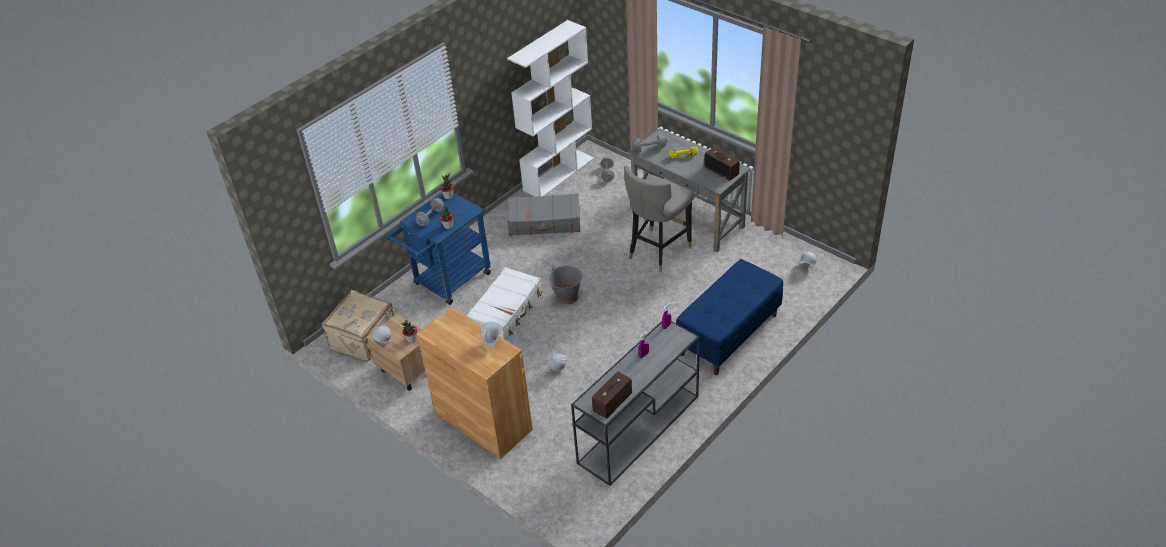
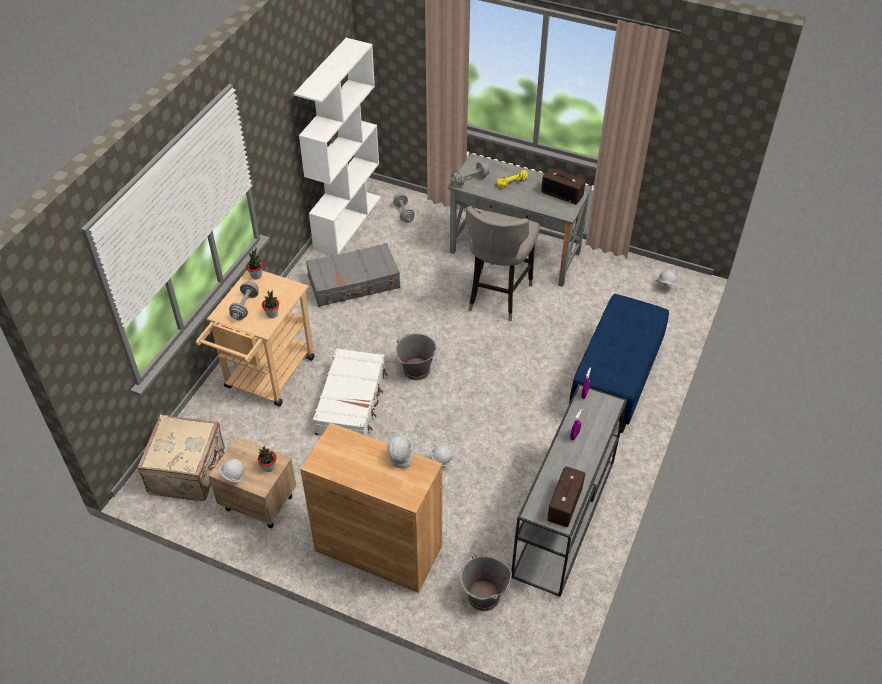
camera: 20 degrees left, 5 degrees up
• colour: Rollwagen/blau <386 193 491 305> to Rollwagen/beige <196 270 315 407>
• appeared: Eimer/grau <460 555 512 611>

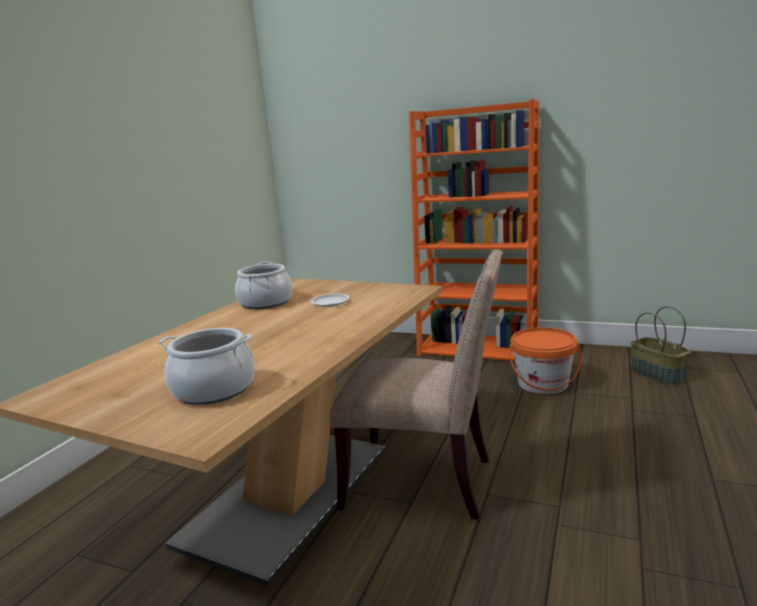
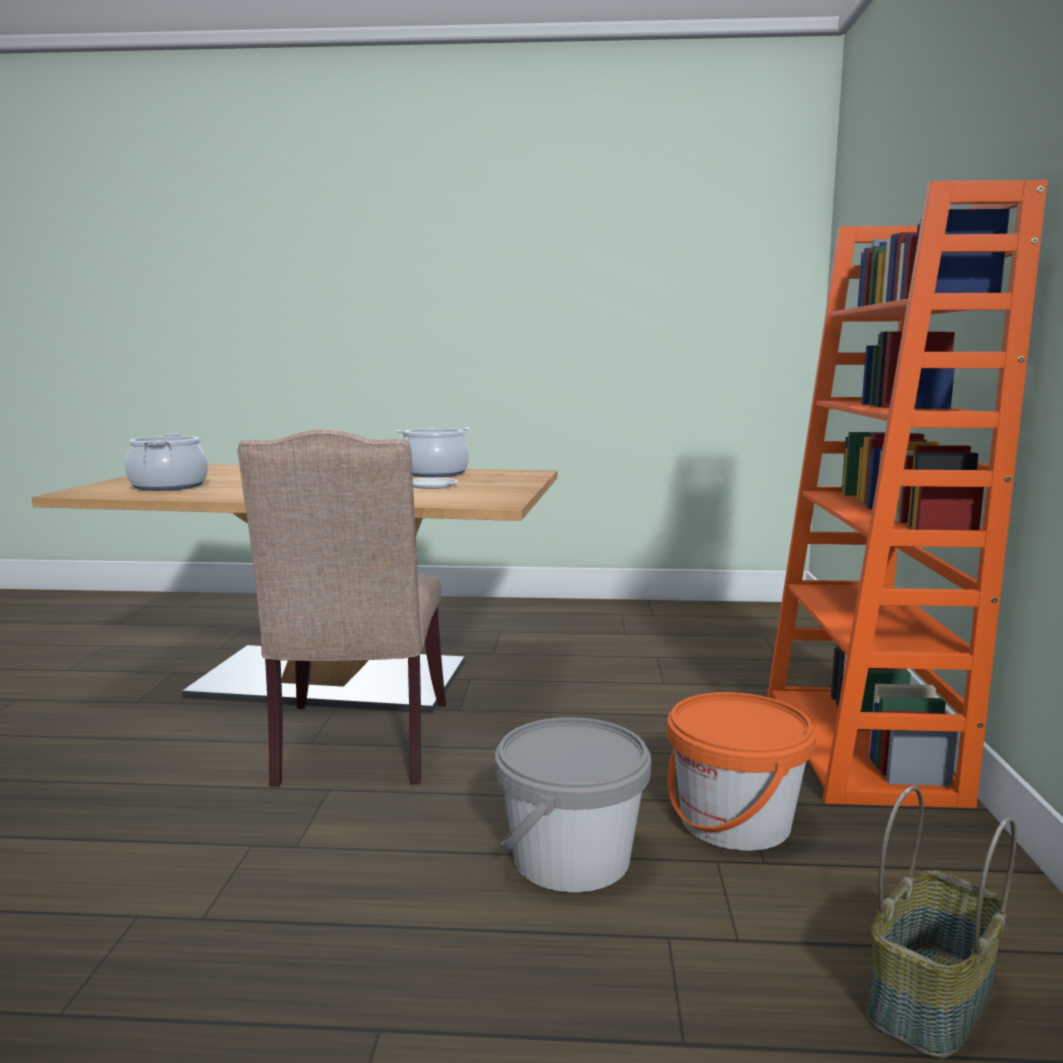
camera: 70 degrees right, 5 degrees down
• appeared: Eimer/grau <495 717 651 893>

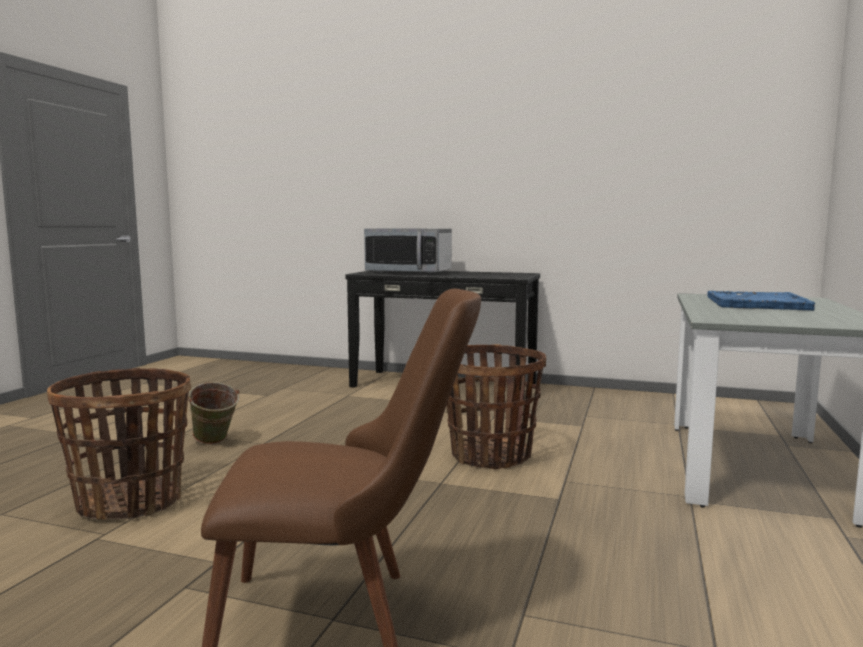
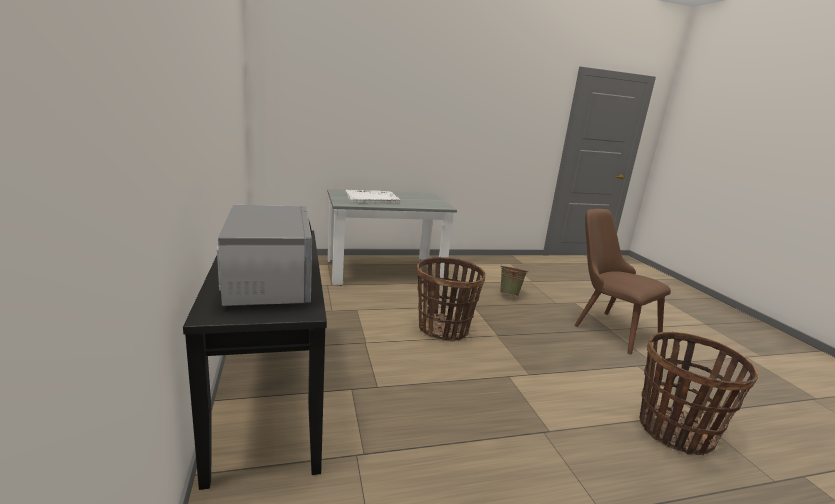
camera: 125 degrees left, 10 degrees up
• relocated: Eimer/grün <188 382 240 445> to <500 265 528 296>
• colour: Tablett/blau <708 291 815 310> to Tablett/weiß <345 190 400 204>

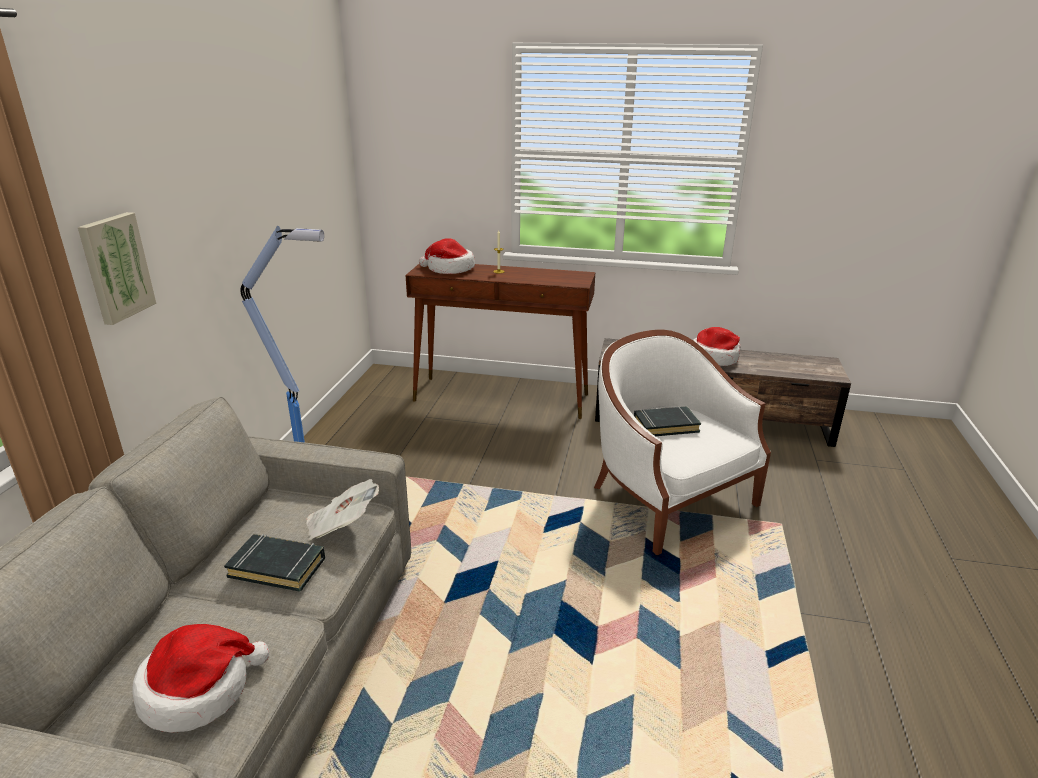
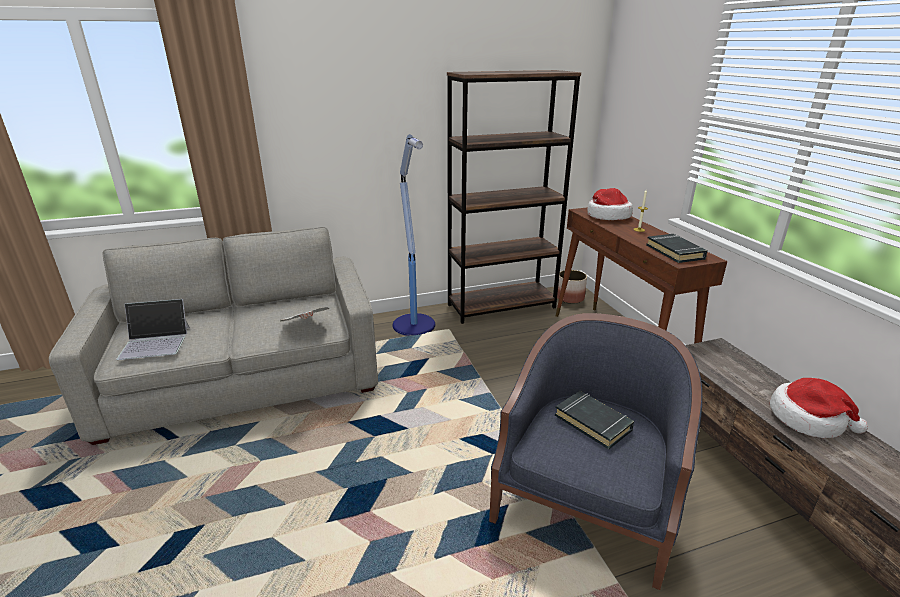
camera: 60 degrees right, 0 degrees up
• missing: Bild <78 212 157 325>
• exchanged: Hut <132 624 269 733> to Laptop <116 299 190 360>
• relocated: Buch/schwarz <224 534 325 592> to <646 234 708 263>
• colour: Sessel/weiß <594 330 771 555> to Sessel/blau <489 313 702 590>
• appeared: Bücherregal/braun <447 70 581 324>
• appeared: Pflanzkübel <557 270 587 304>

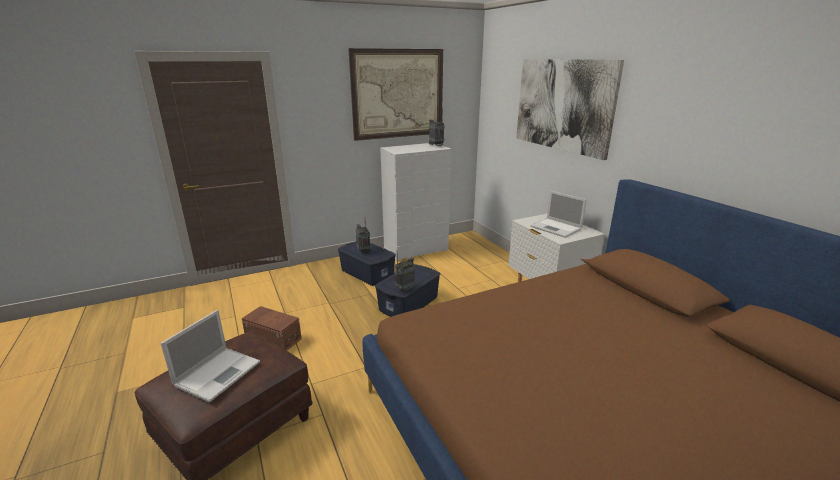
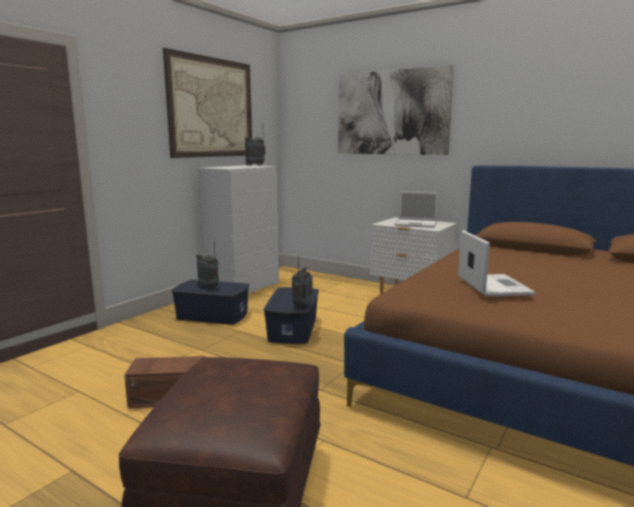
camera: 30 degrees left, 10 degrees down
• relocated: Laptop <160 310 260 403> to <458 230 536 296>

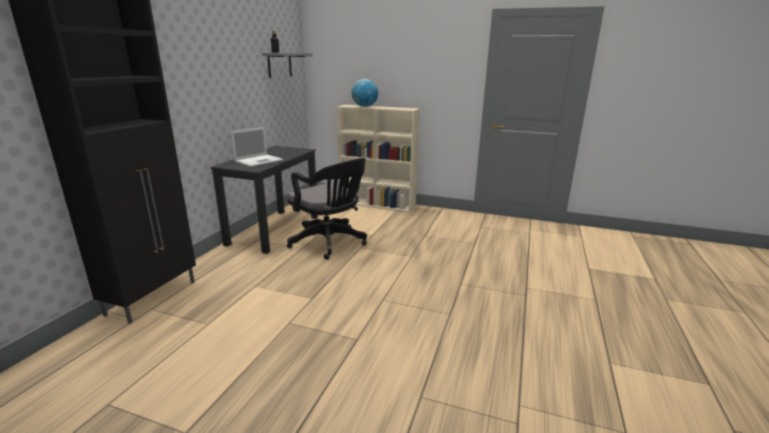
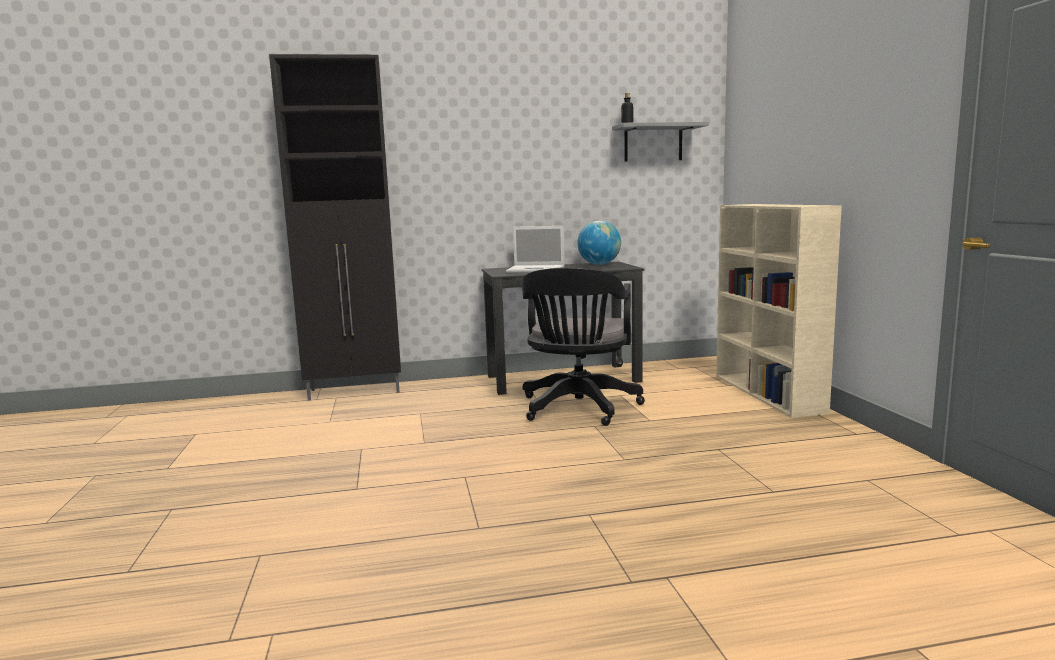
camera: 60 degrees right, 10 degrees down
• relocated: Globus <352 79 378 107> to <577 221 621 265>

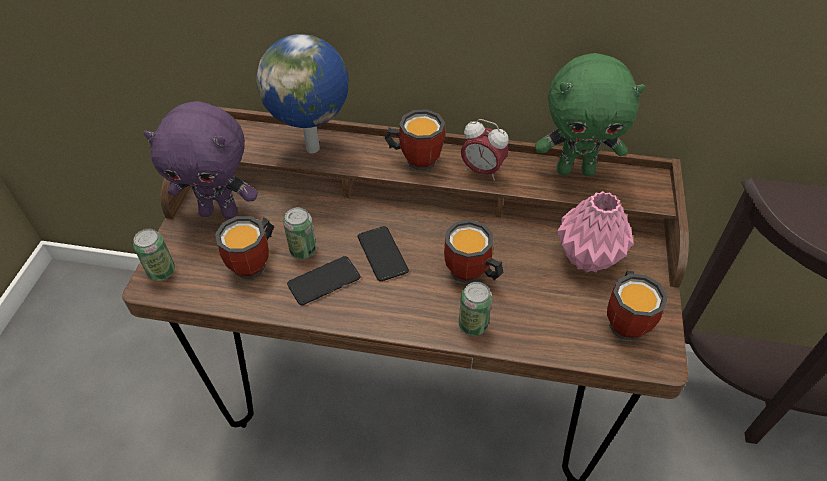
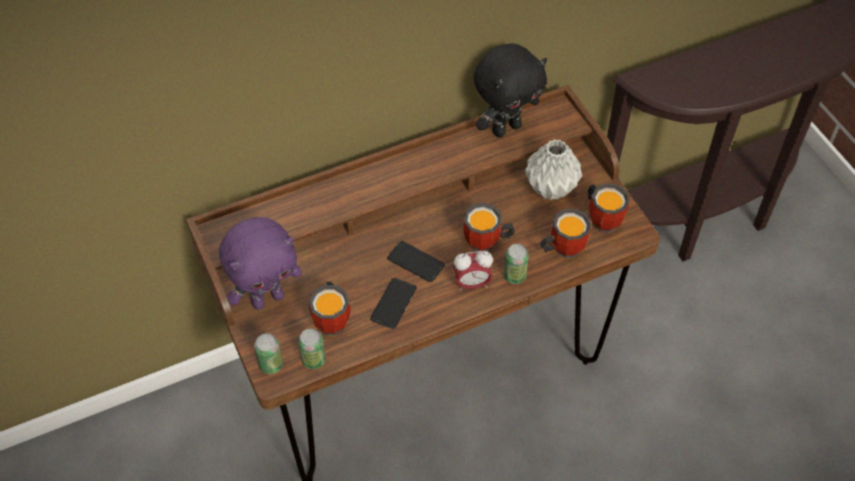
camera: 35 degrees left, 5 degrees up
• missing: Globus <256 34 349 153>
• relocated: Dose <283 207 317 259> to <298 329 326 369>
• relocated: Henkelbecher <384 109 445 171> to <540 209 591 258>
• relocated: Wecker <461 119 509 181> to <453 251 493 291>
• colour: Plüschtier/grün <535 53 645 176> to Plüschtier/schwarz <474 43 547 137>
• colour: Vase/rosa <557 191 634 272> to Vase/grau <525 139 582 200>

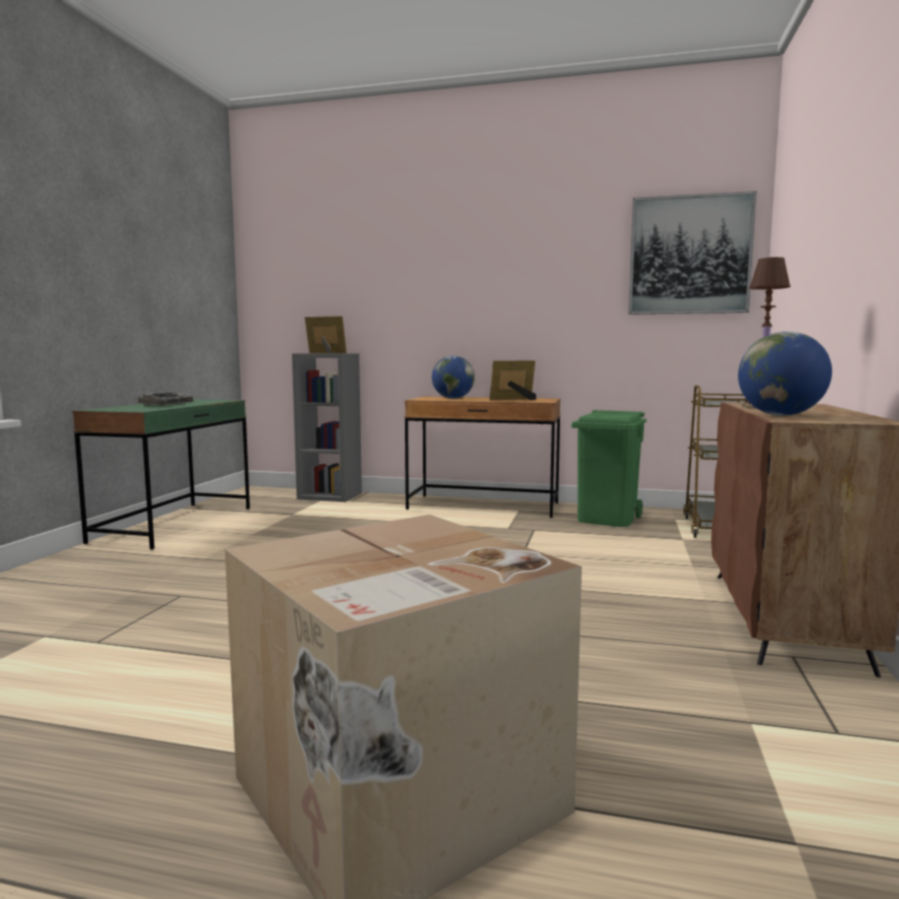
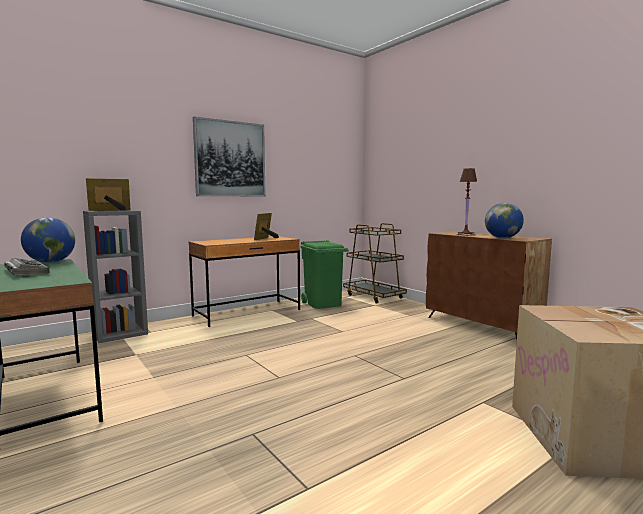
camera: 50 degrees left, 0 degrees up
• relocated: Globus <432 356 475 399> to <21 217 75 263>
• relocated: Bild <629 191 756 315> to <193 117 265 196>

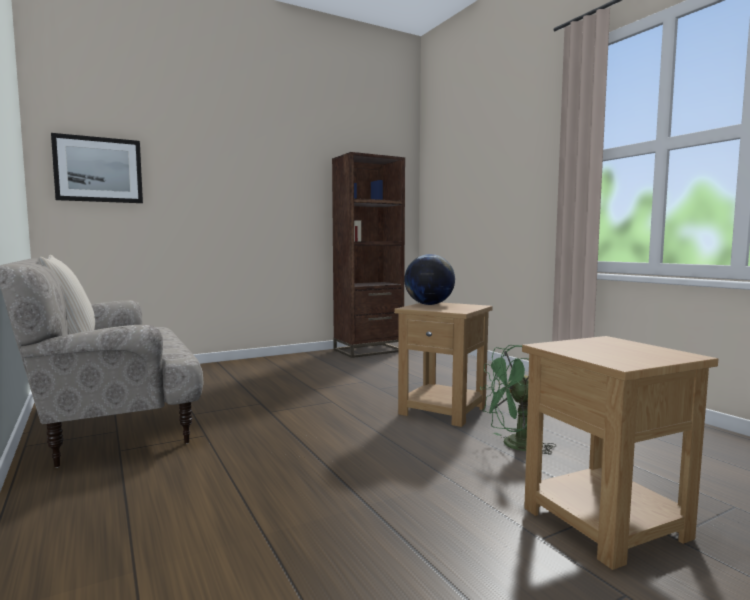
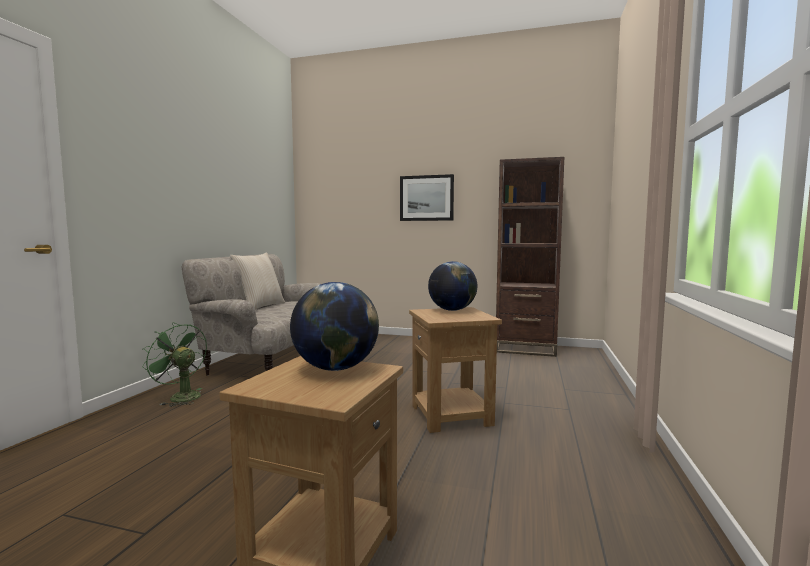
camera: 45 degrees right, 0 degrees up
• relocated: Bild <51 133 143 203> to <400 174 454 221>
• relocated: Ventilator/grün <480 345 556 455> to <142 322 207 407>
• appeared: Globus <290 282 379 371>

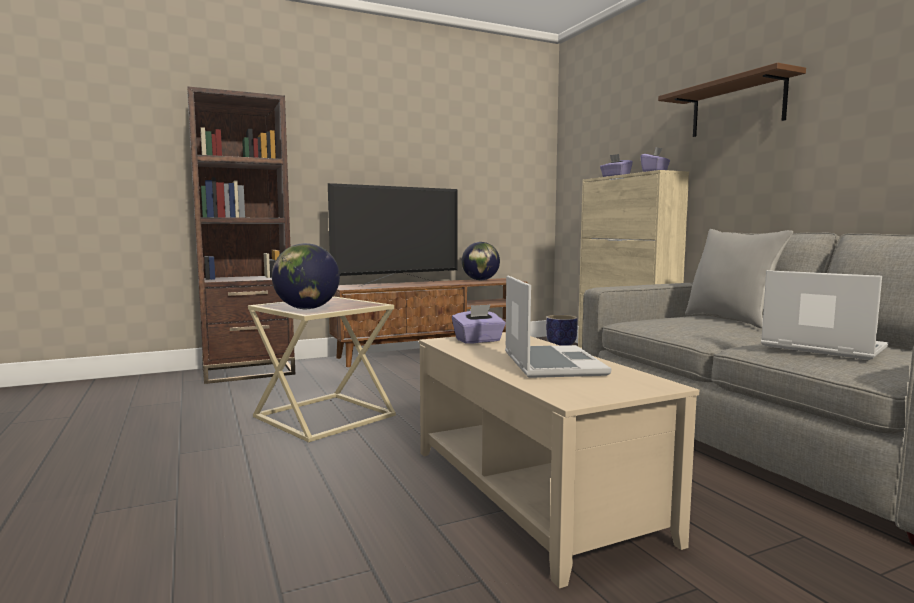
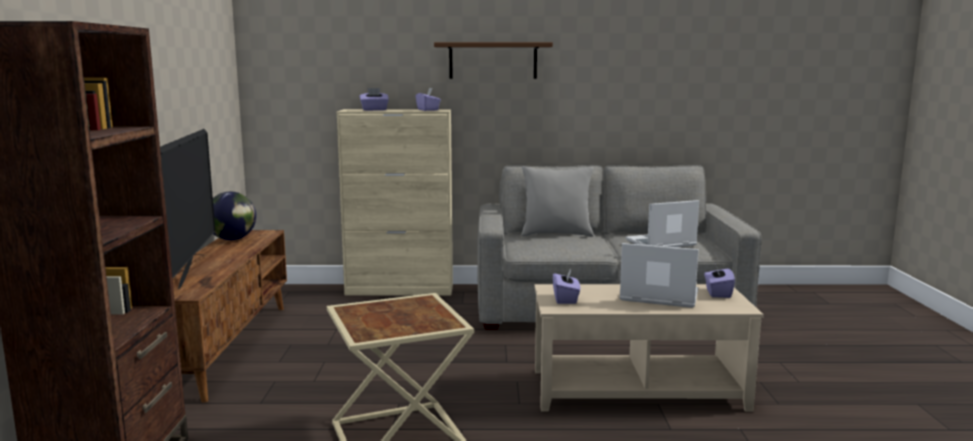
camera: 65 degrees left, 5 degrees up
• missing: Globus <272 243 340 309>
• missing: Pflanzkübel <546 315 578 346>
• appeared: Taschentuchbox/lila <704 263 735 298>

